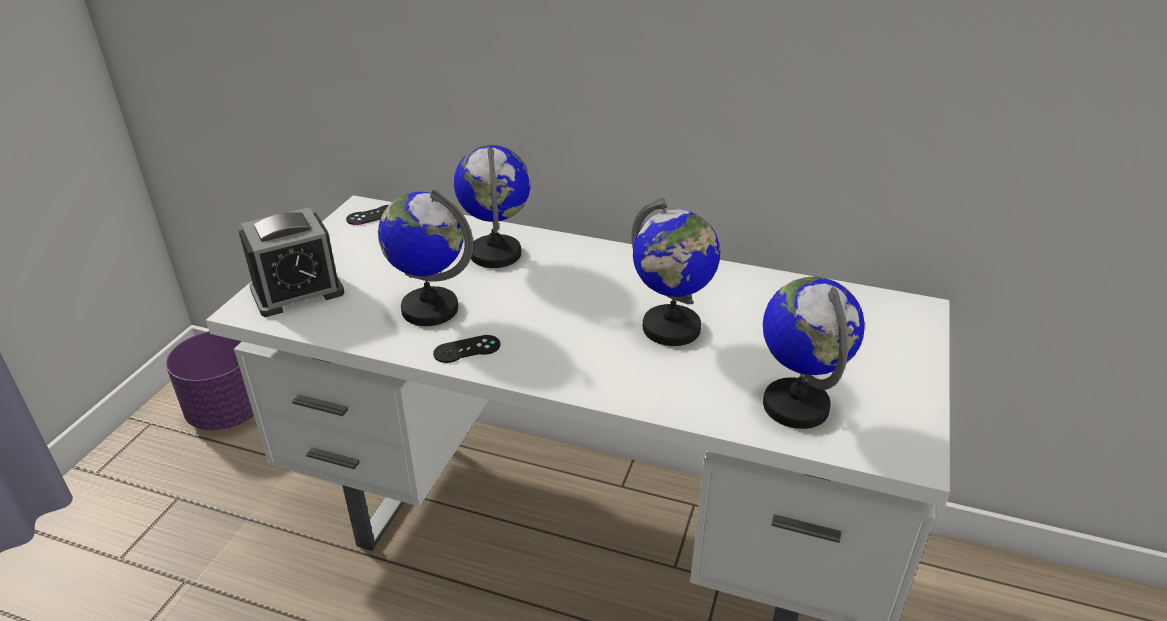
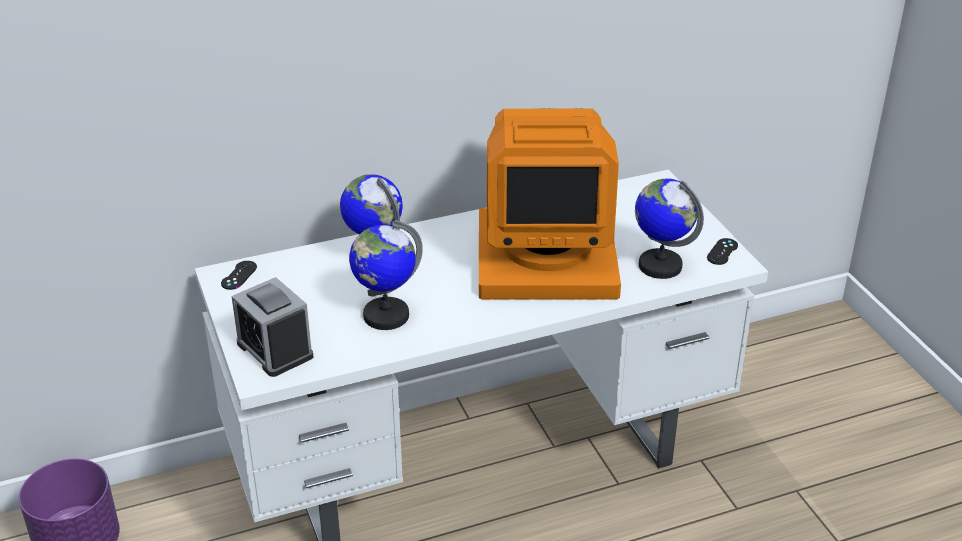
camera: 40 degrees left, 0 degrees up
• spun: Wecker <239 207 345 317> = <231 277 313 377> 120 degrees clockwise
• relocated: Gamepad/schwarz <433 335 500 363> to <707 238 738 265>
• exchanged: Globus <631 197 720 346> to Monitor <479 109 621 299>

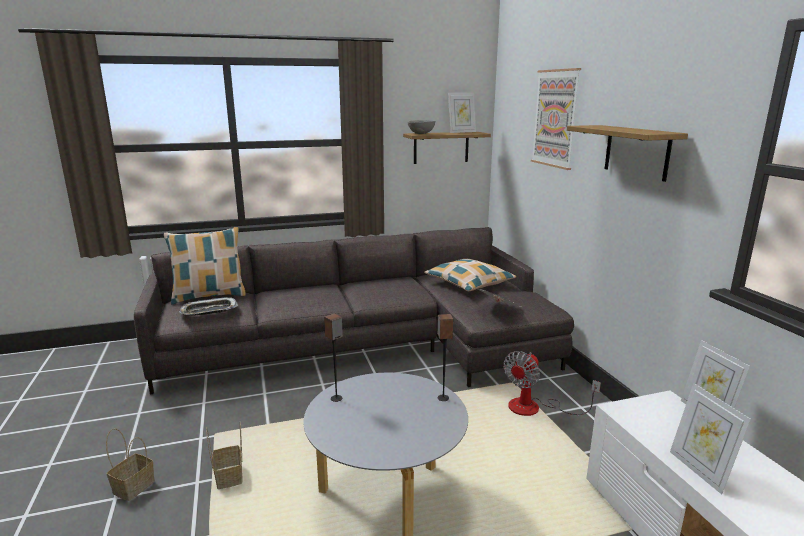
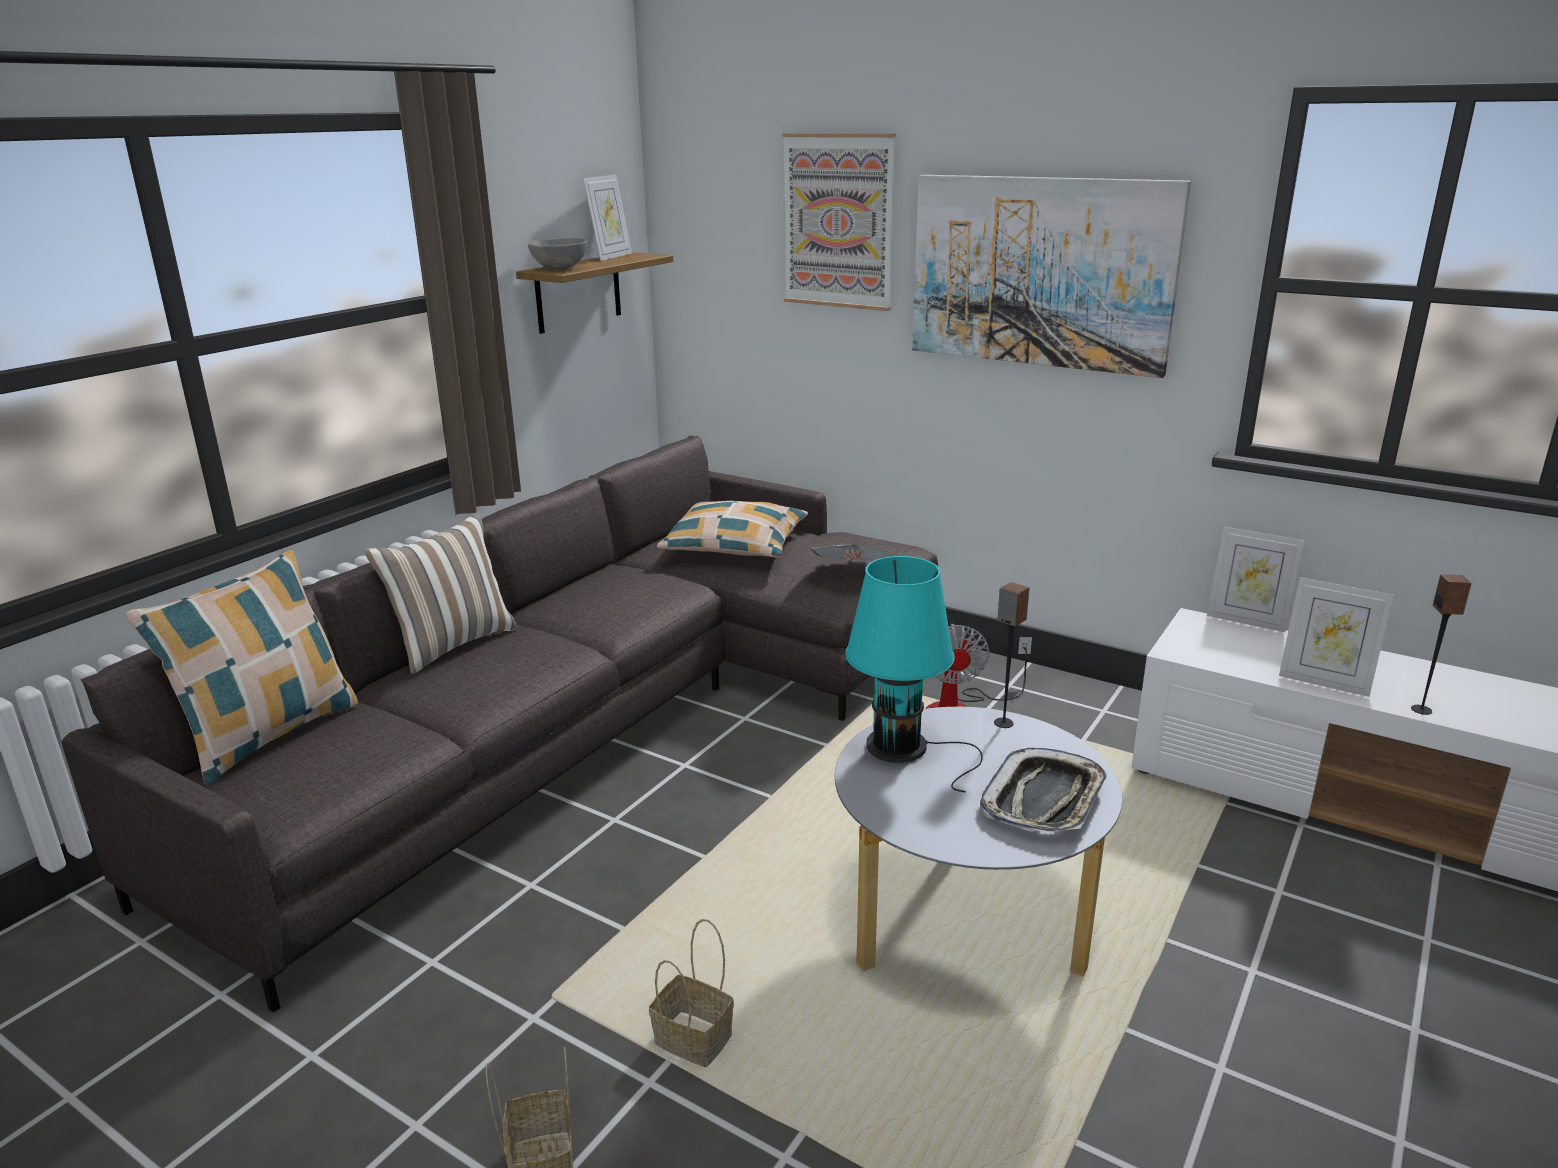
camera: 40 degrees left, 5 degrees up
• relocated: Tablett <179 297 238 316> to <980 748 1107 832>
• relocated: Lautsprecher <324 314 343 402> to <1411 574 1472 715>
• exchanged: Wandregal <567 125 688 182> to Bild <912 175 1191 378>
• appeared: Kissen <364 513 517 674>
• appeared: Tischlampe/türkis <845 556 983 793>

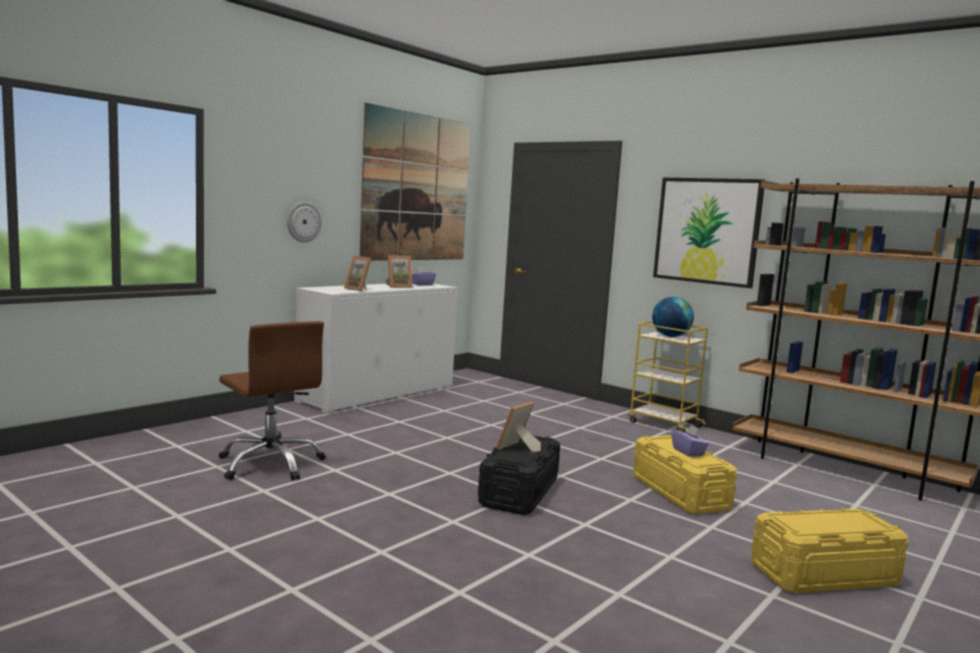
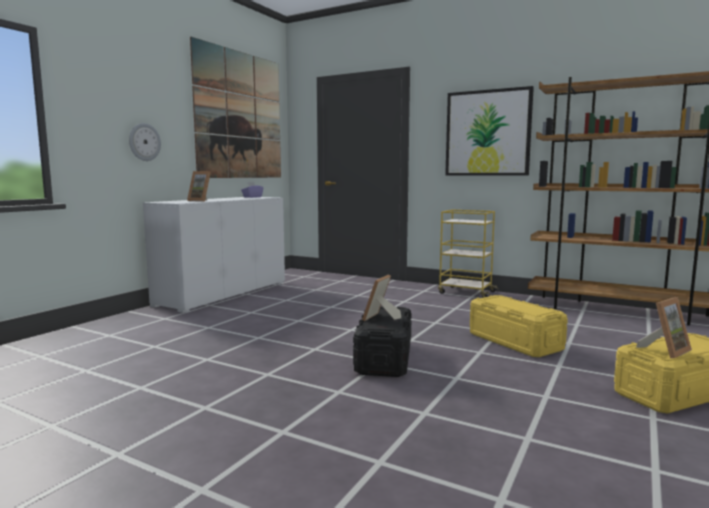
camera: 10 degrees left, 0 degrees up
• missing: Bürostuhl/braun <219 321 326 481>
• relocated: Bilderrahmen <386 255 413 288> to <636 297 692 358>
• missing: Globus <652 297 694 337>
• missing: Taschentuchbox/lila <672 424 709 457>

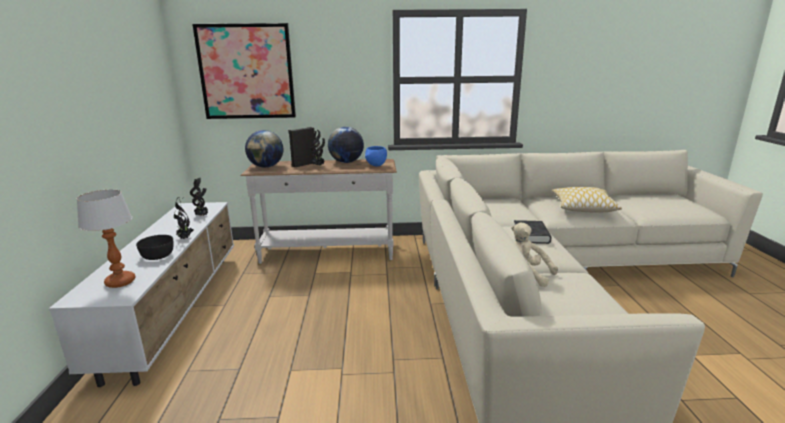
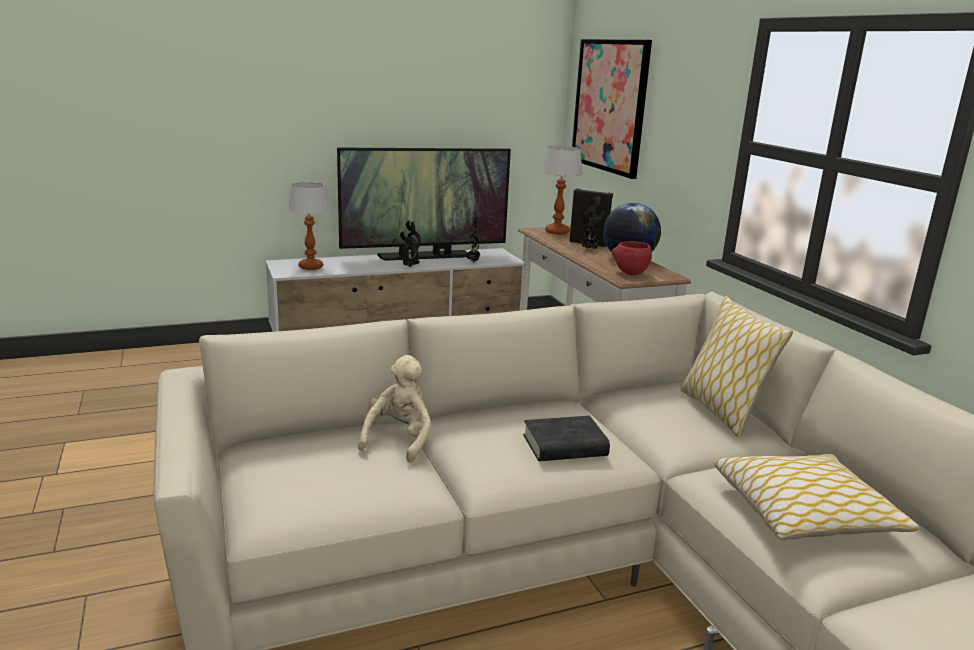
camera: 70 degrees right, 0 degrees up
• missing: Schüssel/schwarz <136 235 173 260>
• exchanged: Globus <245 130 284 168> to Tischlampe <541 146 583 234>
• colour: Schüssel/blau <365 146 387 166> to Schüssel/rot <612 241 652 275>
• appeared: Fernseher <337 147 511 261>
• appeared: Kissen <681 296 793 437>

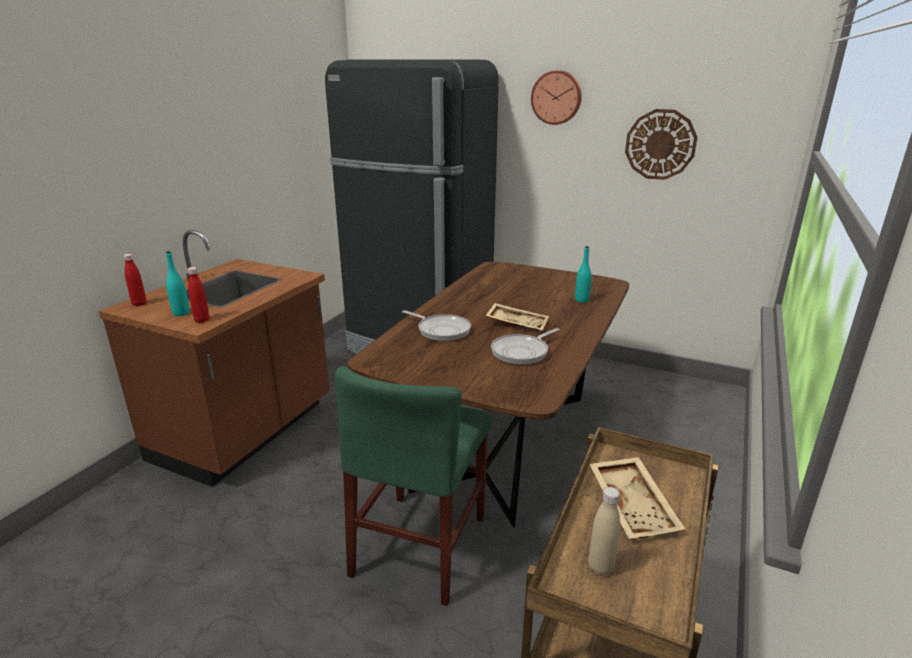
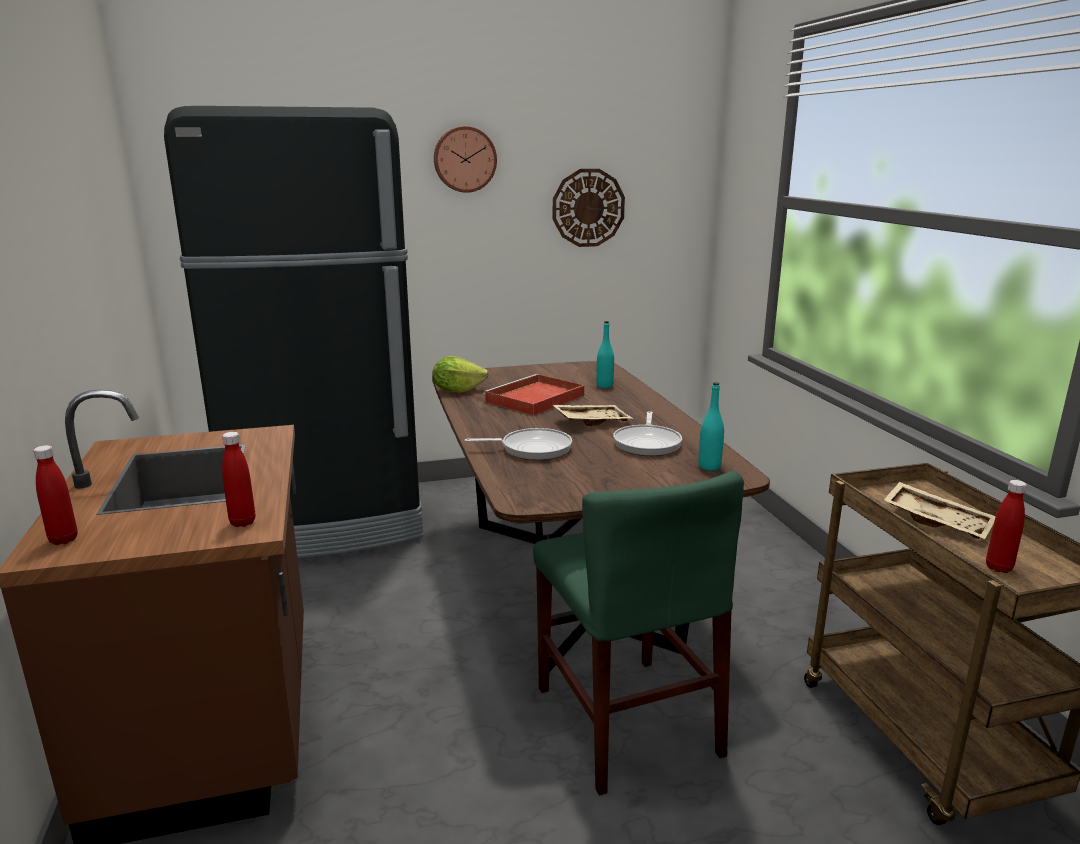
camera: 40 degrees left, 5 degrees down
• relocated: Flasche/türkis <166 251 190 316> to <699 382 724 471>
• colour: Flasche/beige <588 487 620 576> to Flasche/rot <986 480 1027 573>
• appeared: Salatkopf <432 356 489 393>
• appeared: Tablett/rot <483 374 585 415>

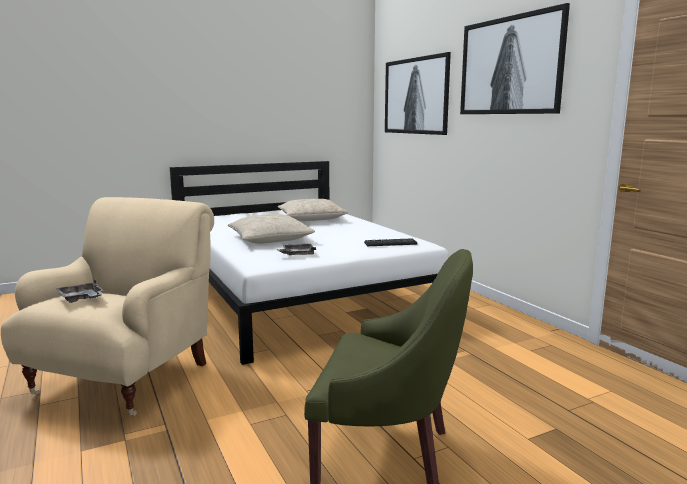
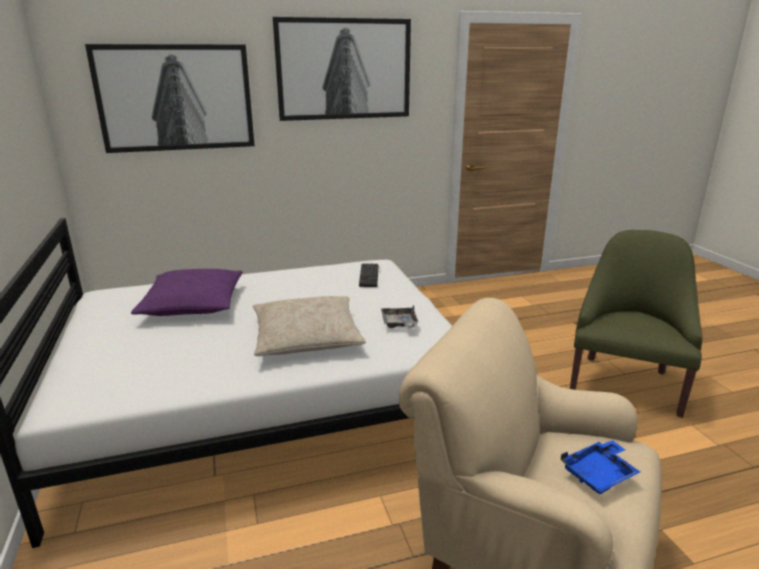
camera: 80 degrees left, 10 degrees up
• colour: Tablett/grau <56 279 104 303> to Tablett/blau <560 440 640 494>
• colour: Kissen/beige <278 199 349 221> to Kissen/lila <131 269 243 316>

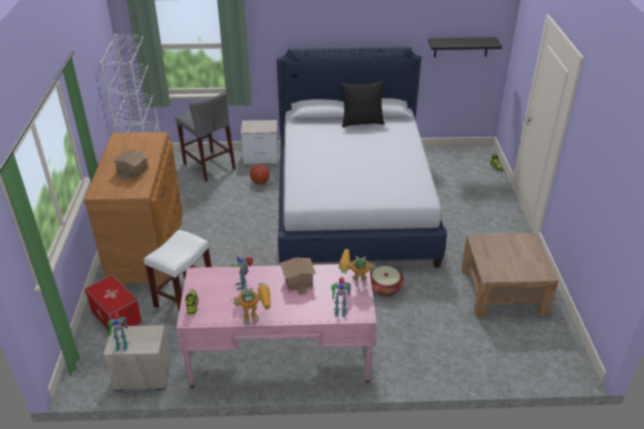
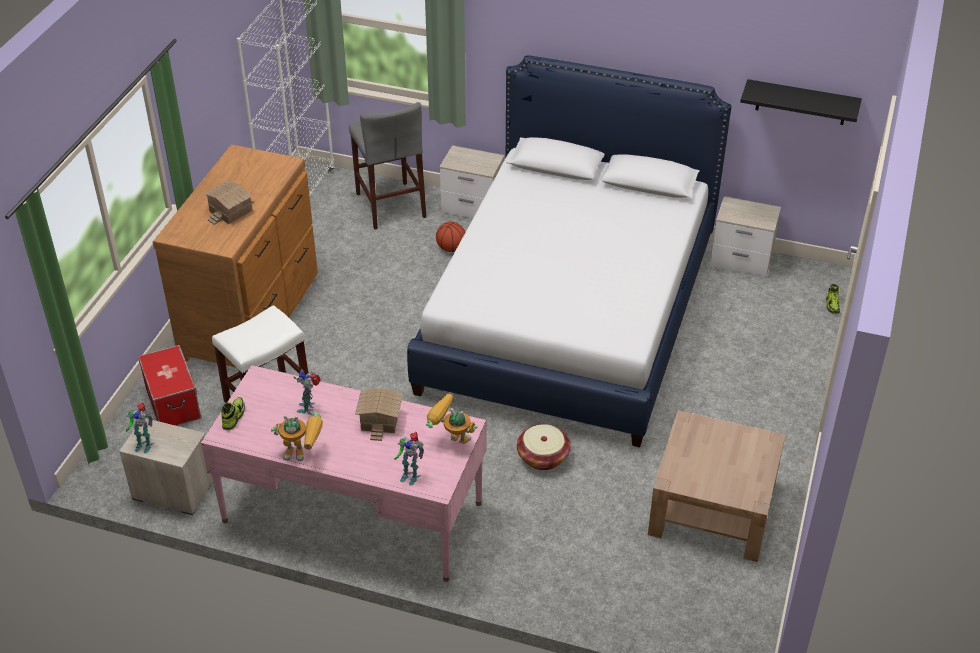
camera: 20 degrees right, 5 degrees up
• missing: Kissen/schwarz <340 81 385 127>
• appeared: Nachttisch <710 196 781 276>

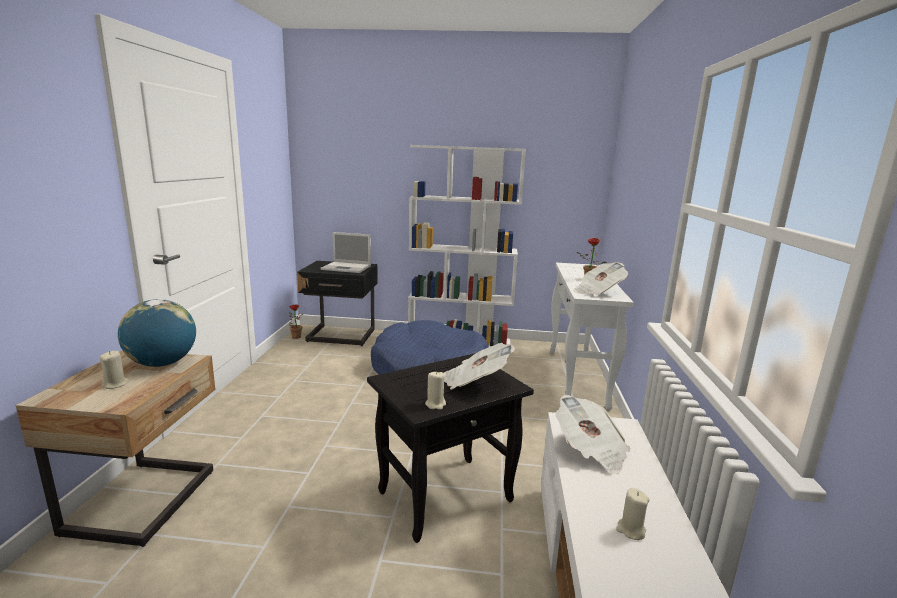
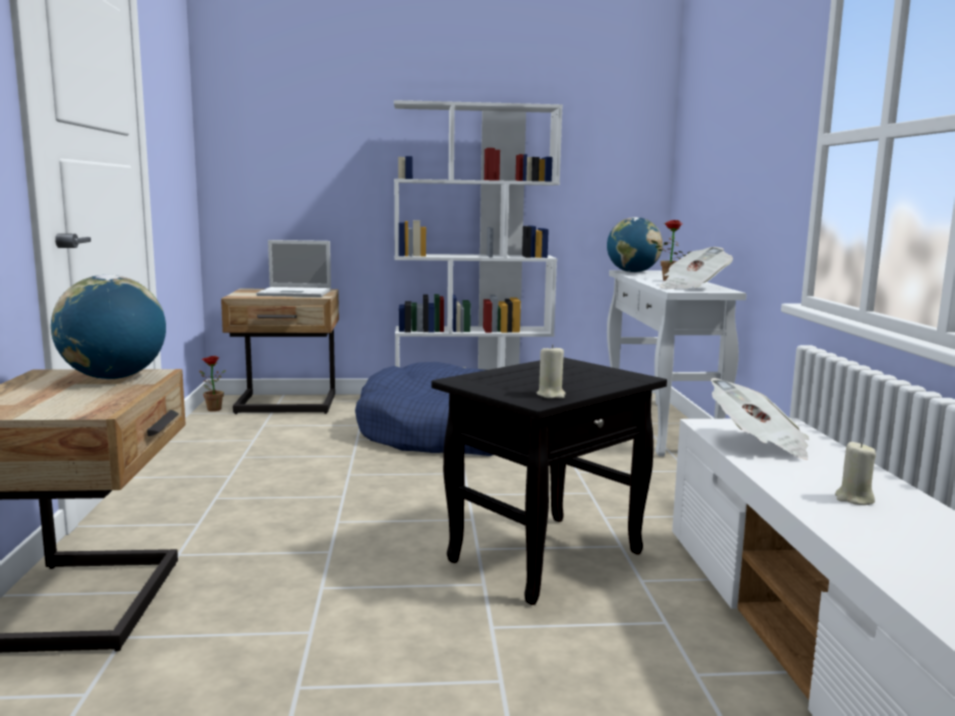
camera: 10 degrees left, 5 degrees down
• missing: Kerze/beige <100 351 129 389>
• colour: Nachttisch/schwarz <297 261 378 346> to Nachttisch/beige <221 289 339 414>
• missing: Zeitung <443 343 515 390>
• appeared: Globus <607 217 663 273>

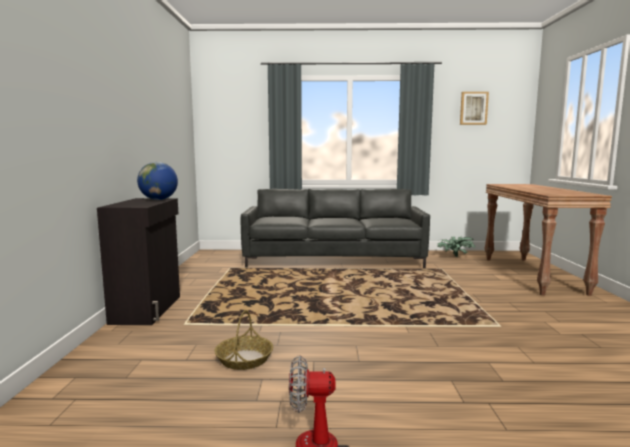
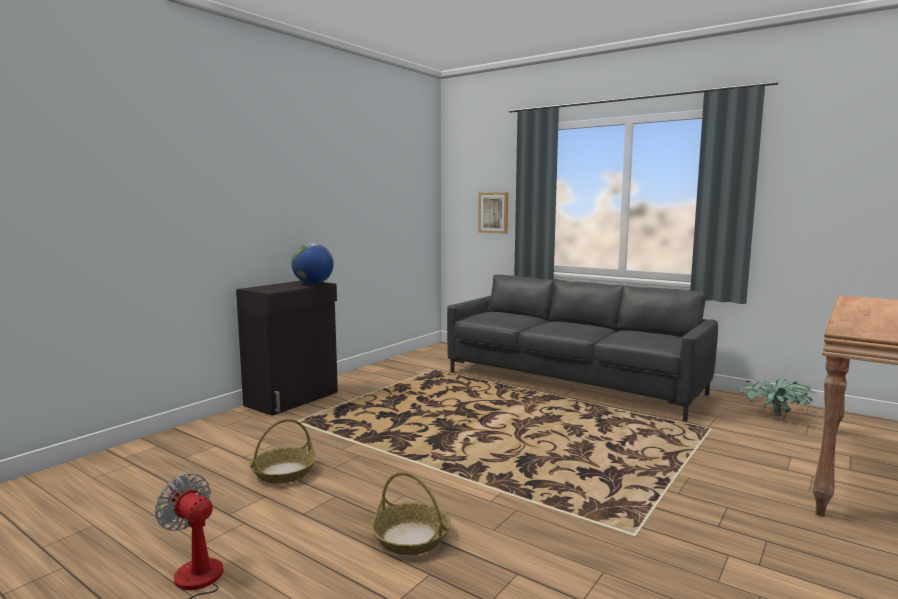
camera: 35 degrees right, 0 degrees up
• relocated: Bild <460 92 489 125> to <478 192 508 234>
• appeared: Korb <371 472 451 555>

